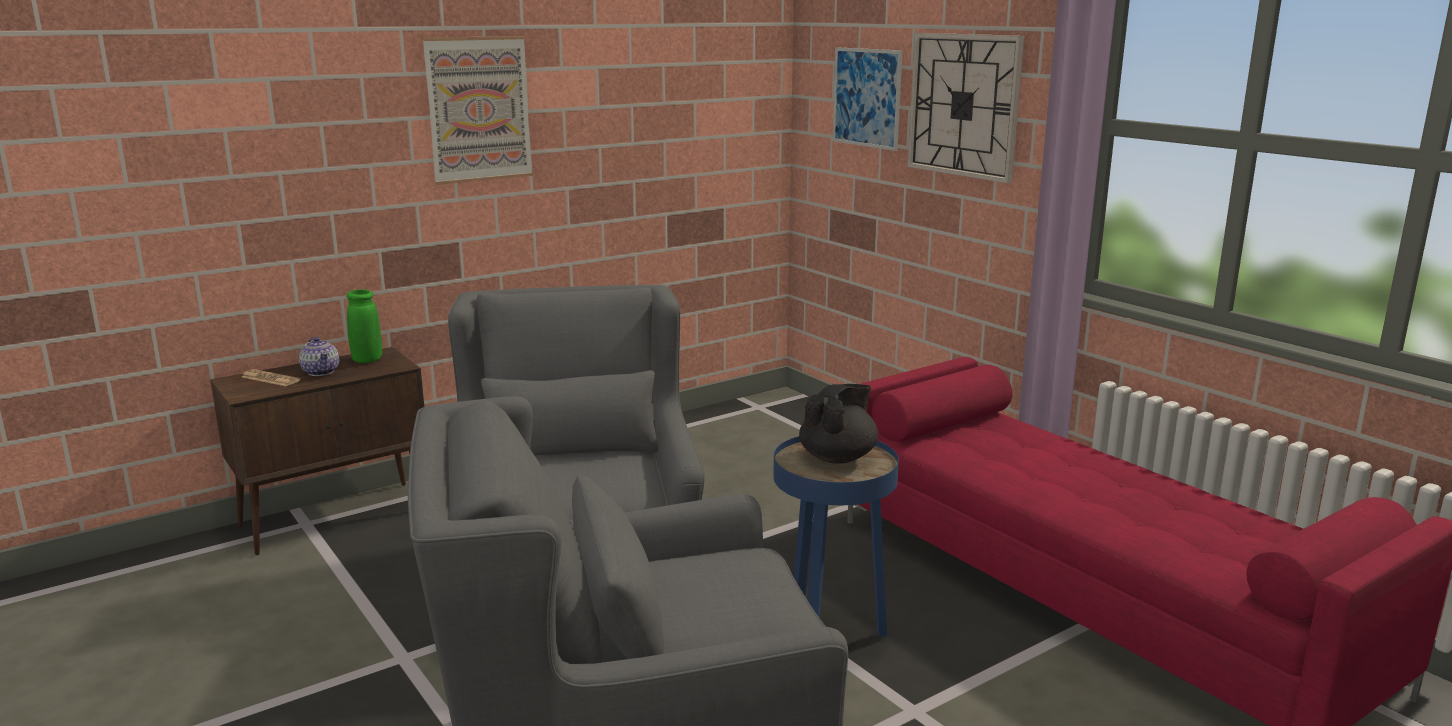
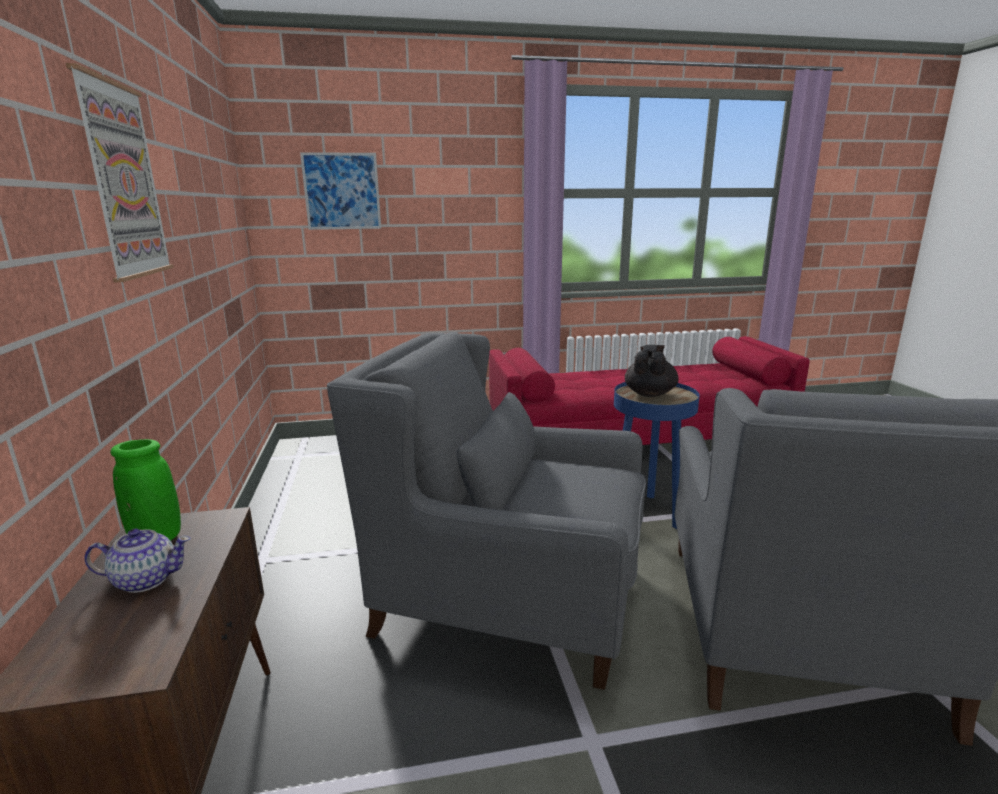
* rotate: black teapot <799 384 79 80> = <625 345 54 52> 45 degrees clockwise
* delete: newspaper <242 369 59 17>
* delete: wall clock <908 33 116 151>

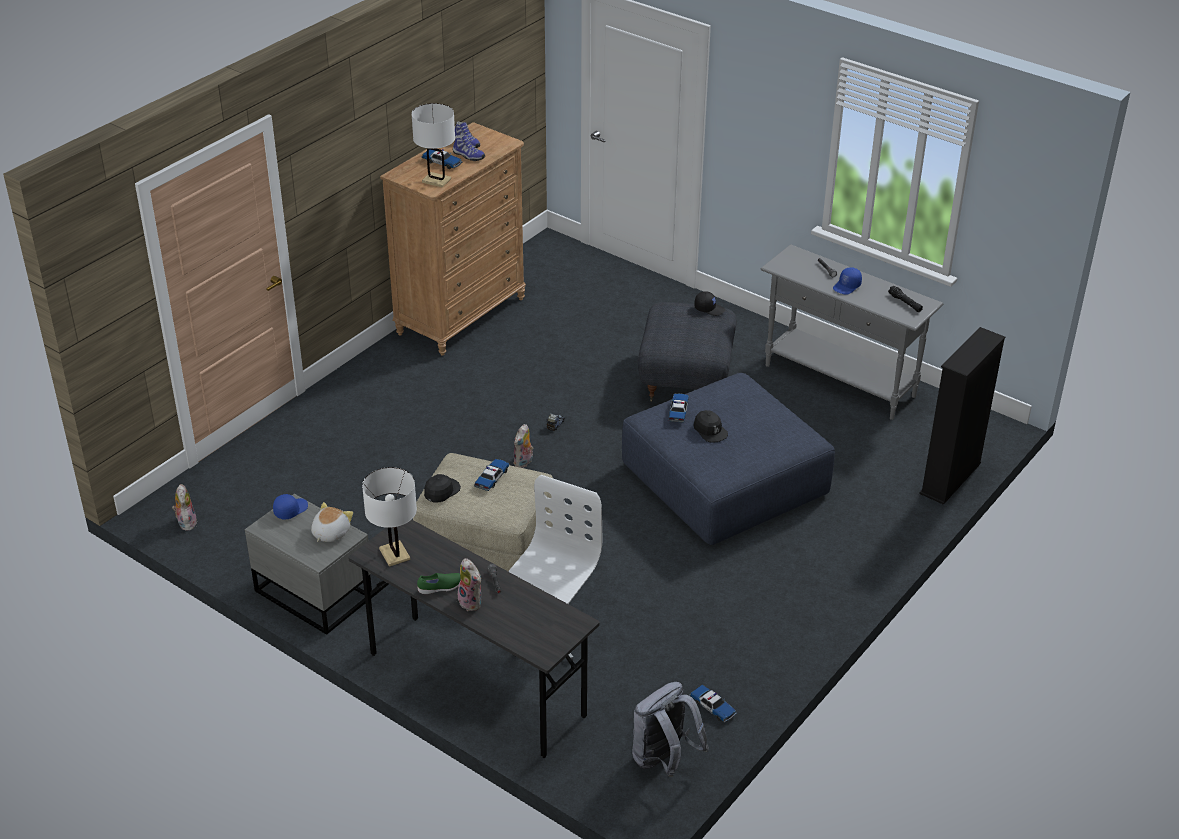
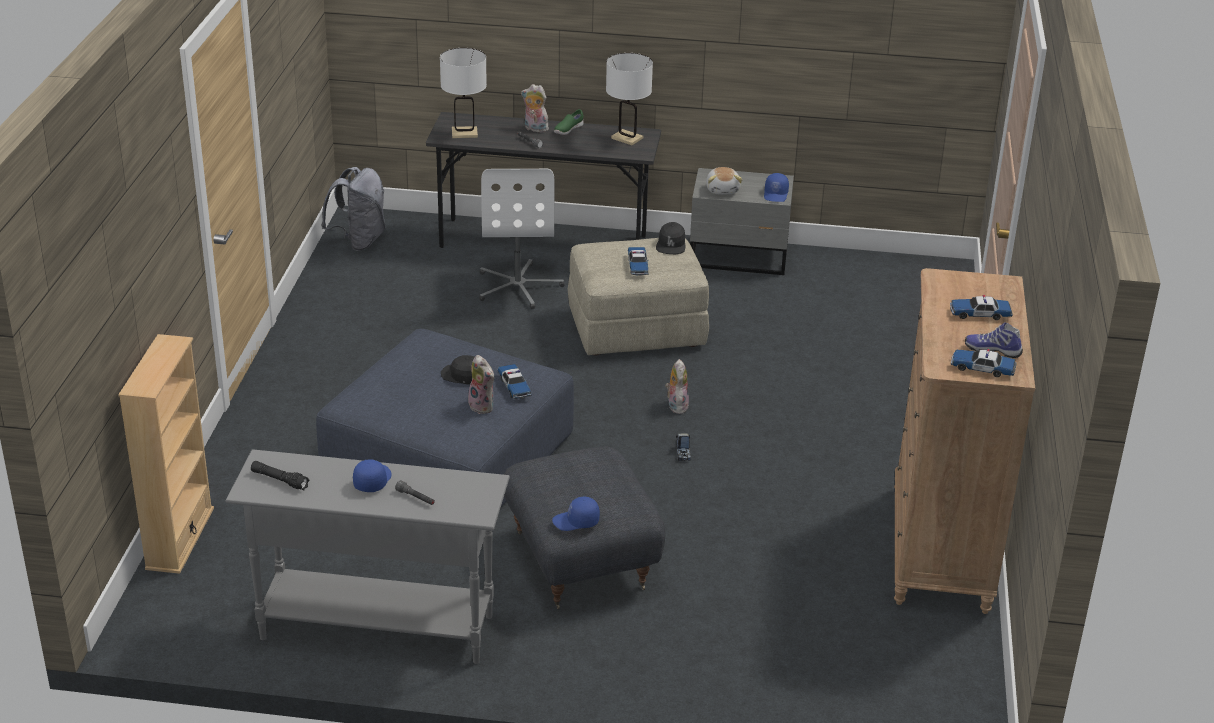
* recolor: black bookcase <919 327 86 178> to beige bookcase <118 334 96 240>
* move: white table lamp <412 103 43 85> to <440 48 47 90>
* move: plush toy <172 484 25 47> to <468 355 27 59>
* recolor: black cap <695 291 30 25> to blue cap <552 497 48 34>
* move: toy car <689 685 48 38> to <951 349 66 28>
* delete: shoe <453 135 32 26>

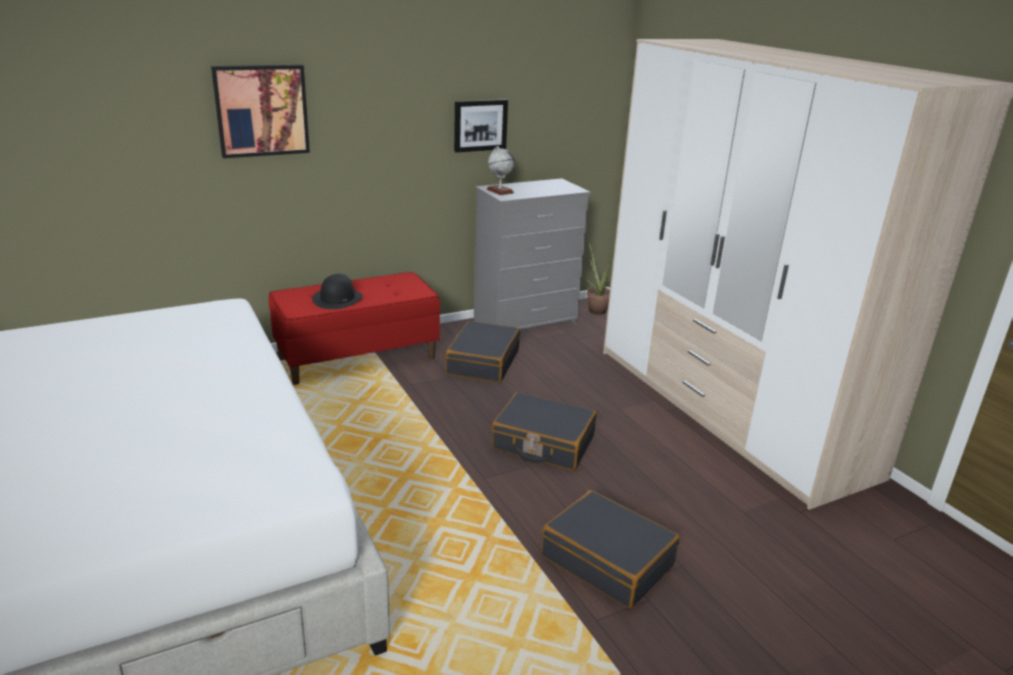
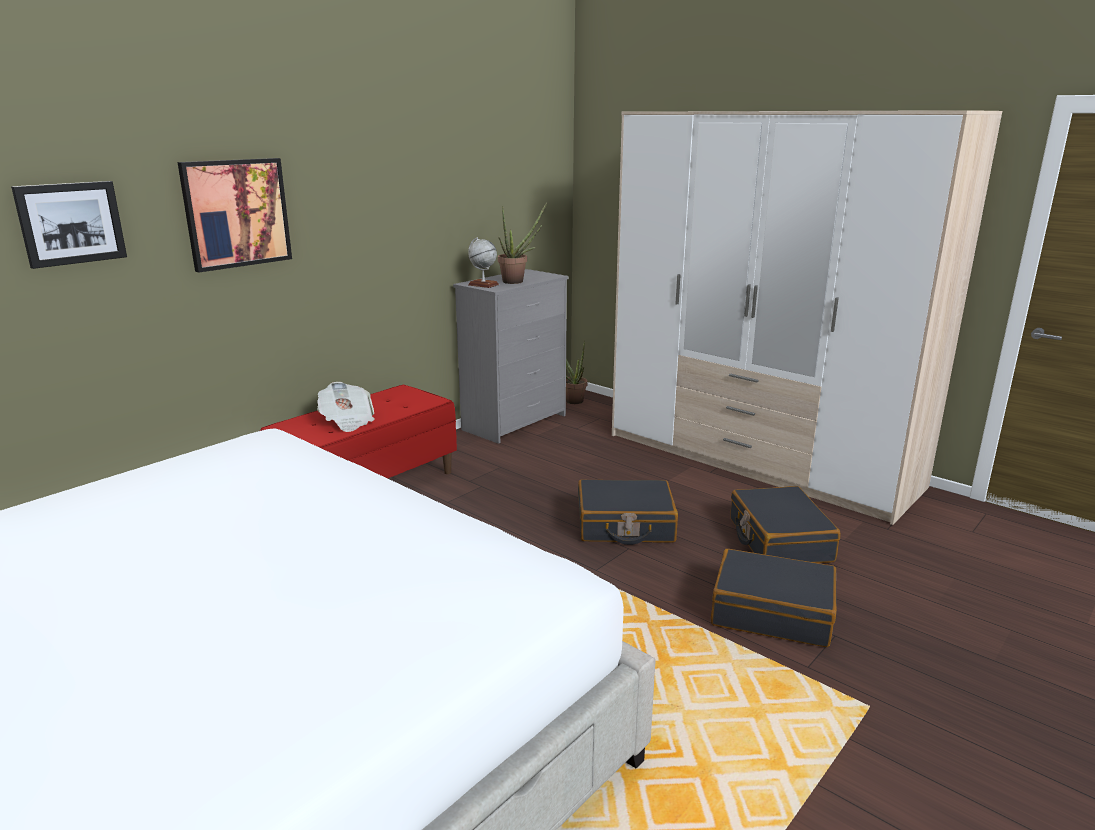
* move: picture <454 99 54 54> to <11 181 116 88>
* replace: black hat <312 274 51 35> to newspaper <317 382 58 50>
* insert: potted plant <498 203 49 81>
* move: black suitcase <445 321 75 62> to <730 486 110 77>

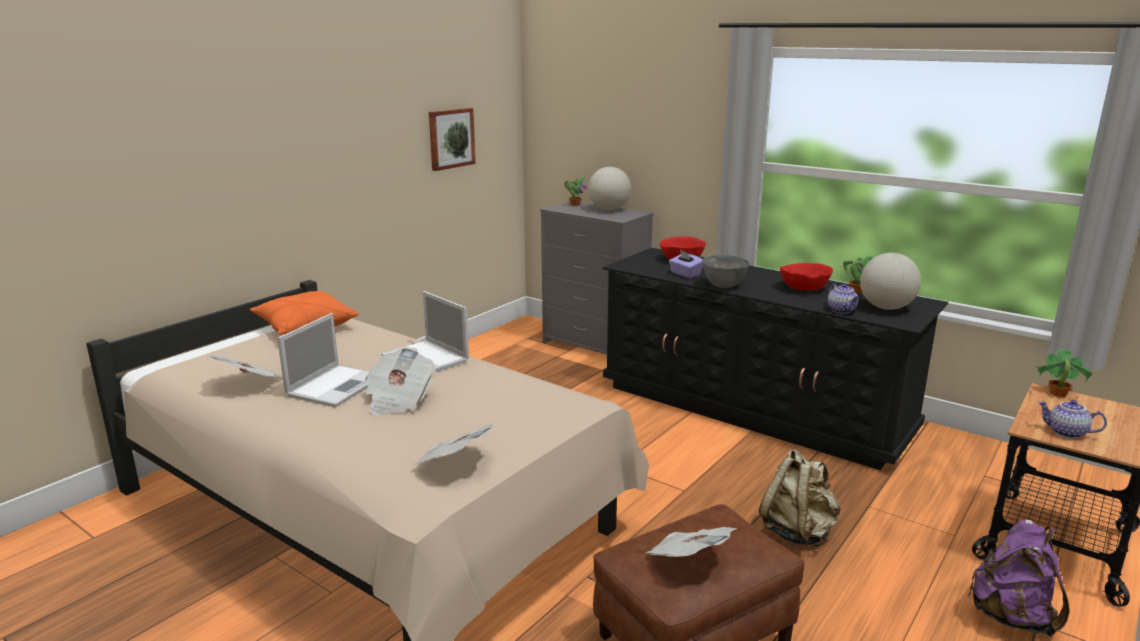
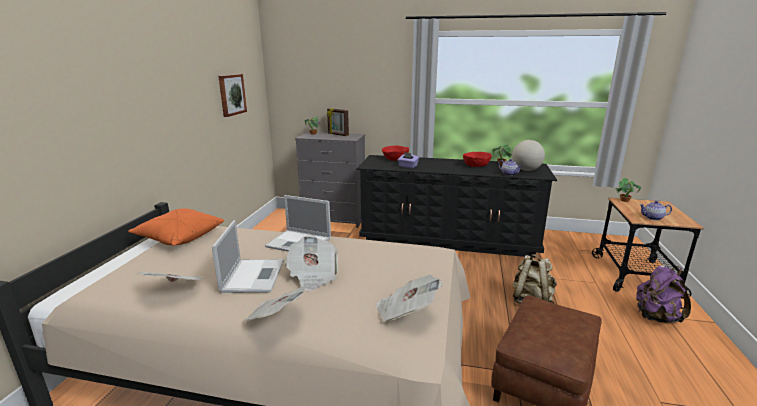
* move: newspaper <646 527 91 30> to <243 286 64 35>
* replace: globe <588 167 43 43> to picture frame <327 108 22 28>
* delete: grey bowl <702 255 48 33>

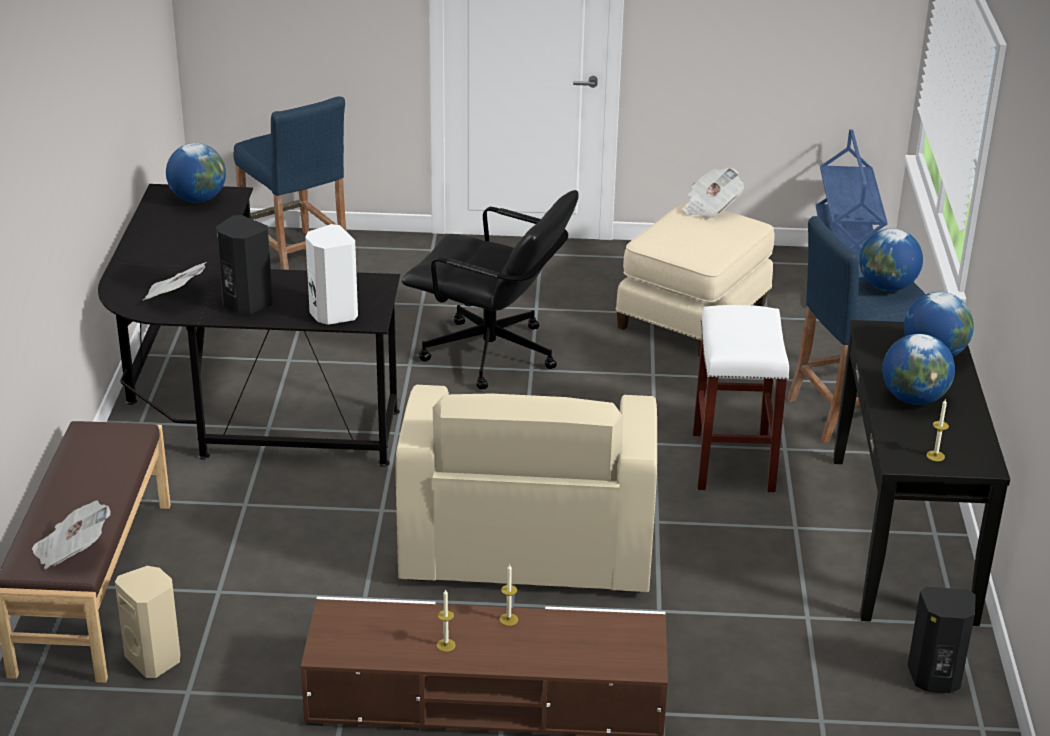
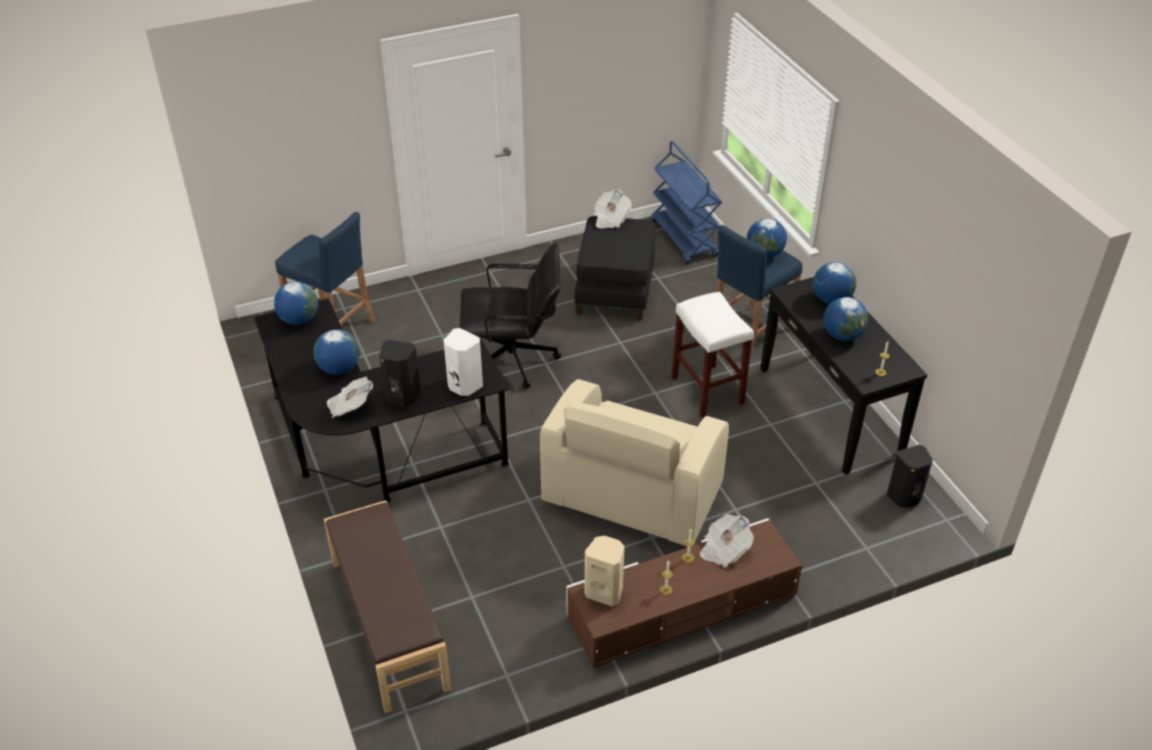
* insert: globe <313 329 47 46>
* rotate: beige armchair <396 385 261 207> = <540 379 189 168> 45 degrees clockwise
* recolor: beige ottoman <616 201 159 155> to black ottoman <574 216 82 104>
* move: beige speaker <115 566 65 112> to <585 536 40 71>
* move: newspaper <32 500 79 69> to <700 514 54 53>

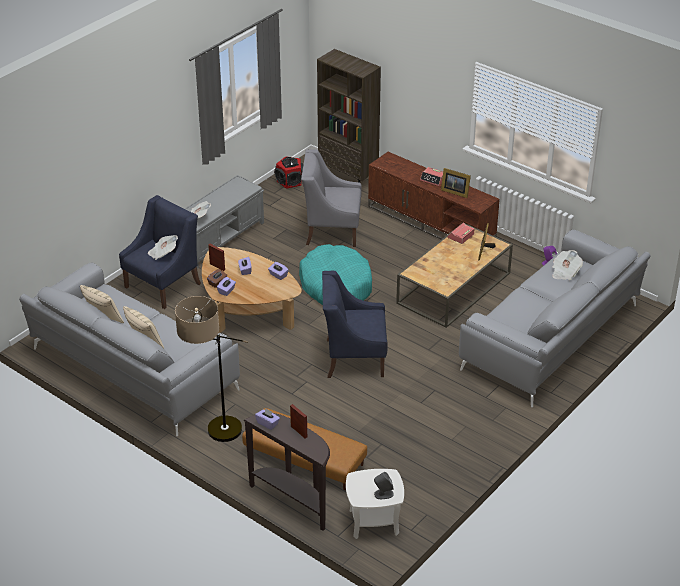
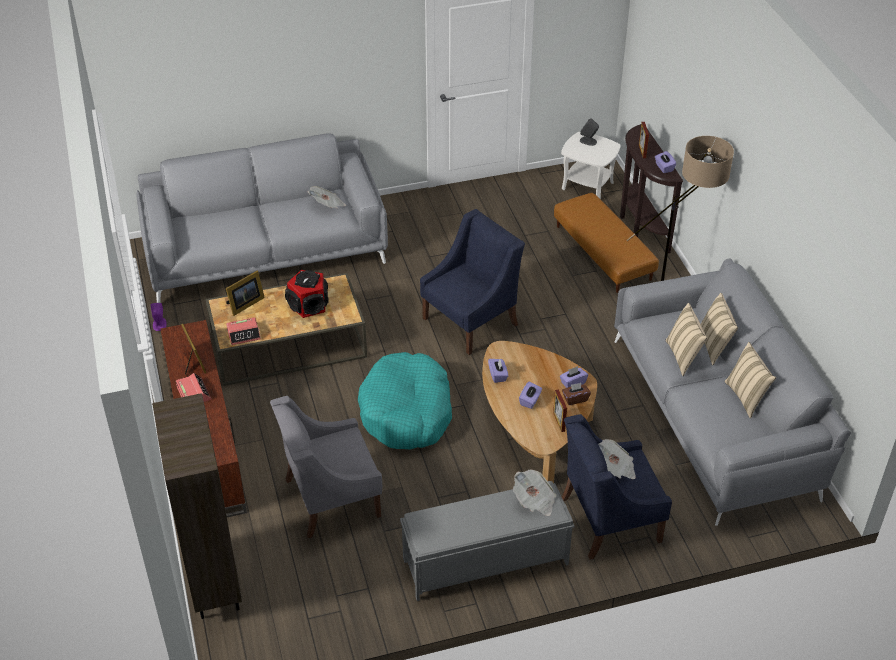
* rotate: grey armchair <301 149 61 98> = <270 396 112 143> 120 degrees clockwise
* move: speaker <274 156 29 33> to <285 270 44 48>
* move: newspaper <552 250 31 30> to <307 186 39 22>
* rotate: blue armchair <322 271 66 107> = <420 209 105 146> 75 degrees counterclockwise
* insert: beige pillow <666 303 42 73>

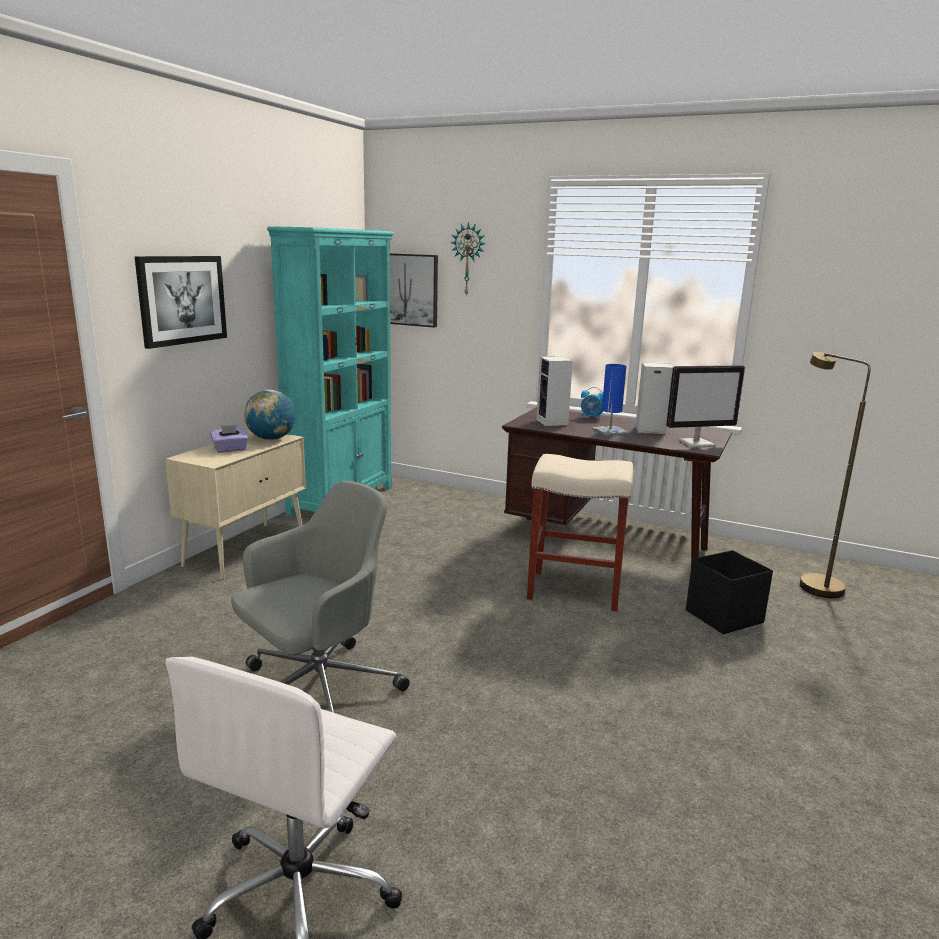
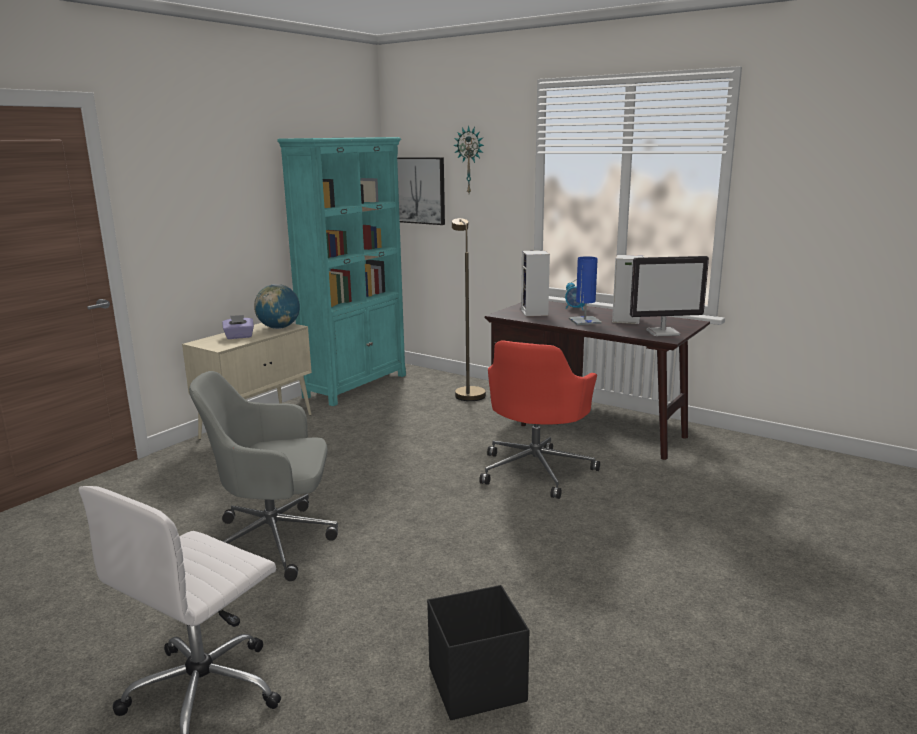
* rotate: grey office chair <231 481 179 232> = <189 371 149 210> 150 degrees counterclockwise
* move: black storage box <686 550 87 84> to <427 585 102 135>
* move: brown floor lamp <800 352 71 246> to <452 218 34 183>
* replace: beige stool <527 454 106 158> to red office chair <479 340 121 159>
* delete: picture <134 256 93 93>

